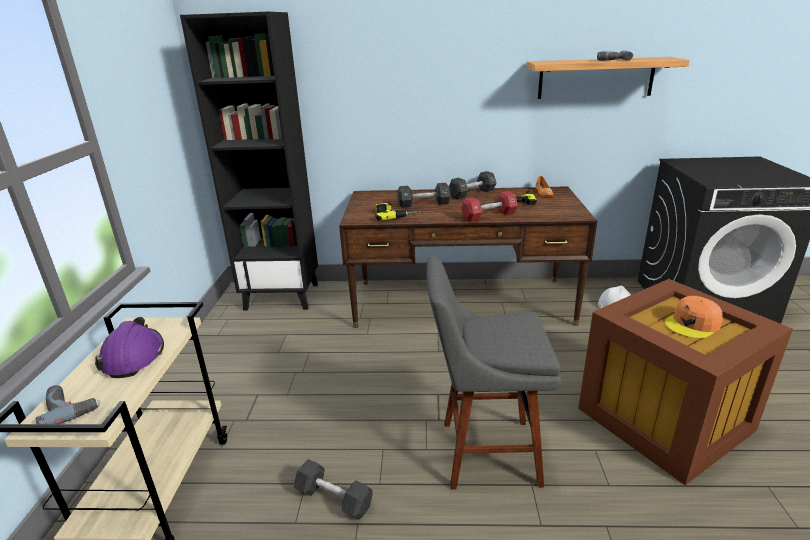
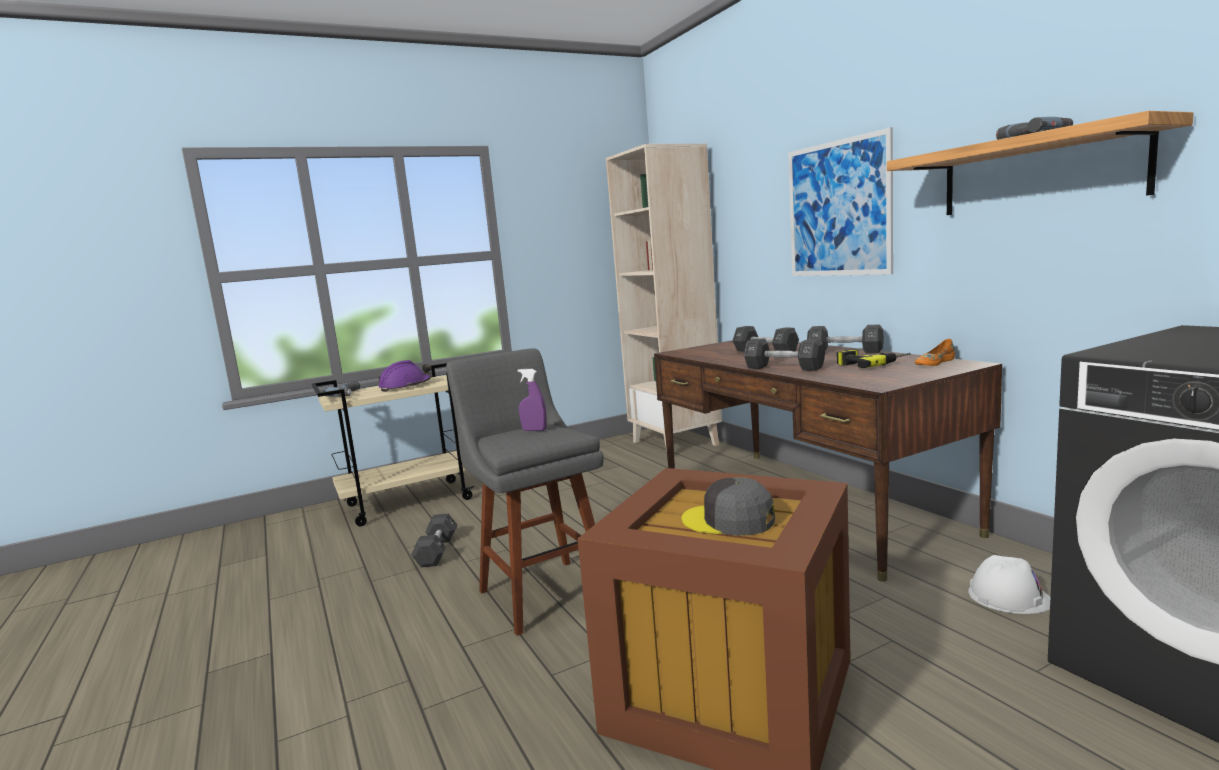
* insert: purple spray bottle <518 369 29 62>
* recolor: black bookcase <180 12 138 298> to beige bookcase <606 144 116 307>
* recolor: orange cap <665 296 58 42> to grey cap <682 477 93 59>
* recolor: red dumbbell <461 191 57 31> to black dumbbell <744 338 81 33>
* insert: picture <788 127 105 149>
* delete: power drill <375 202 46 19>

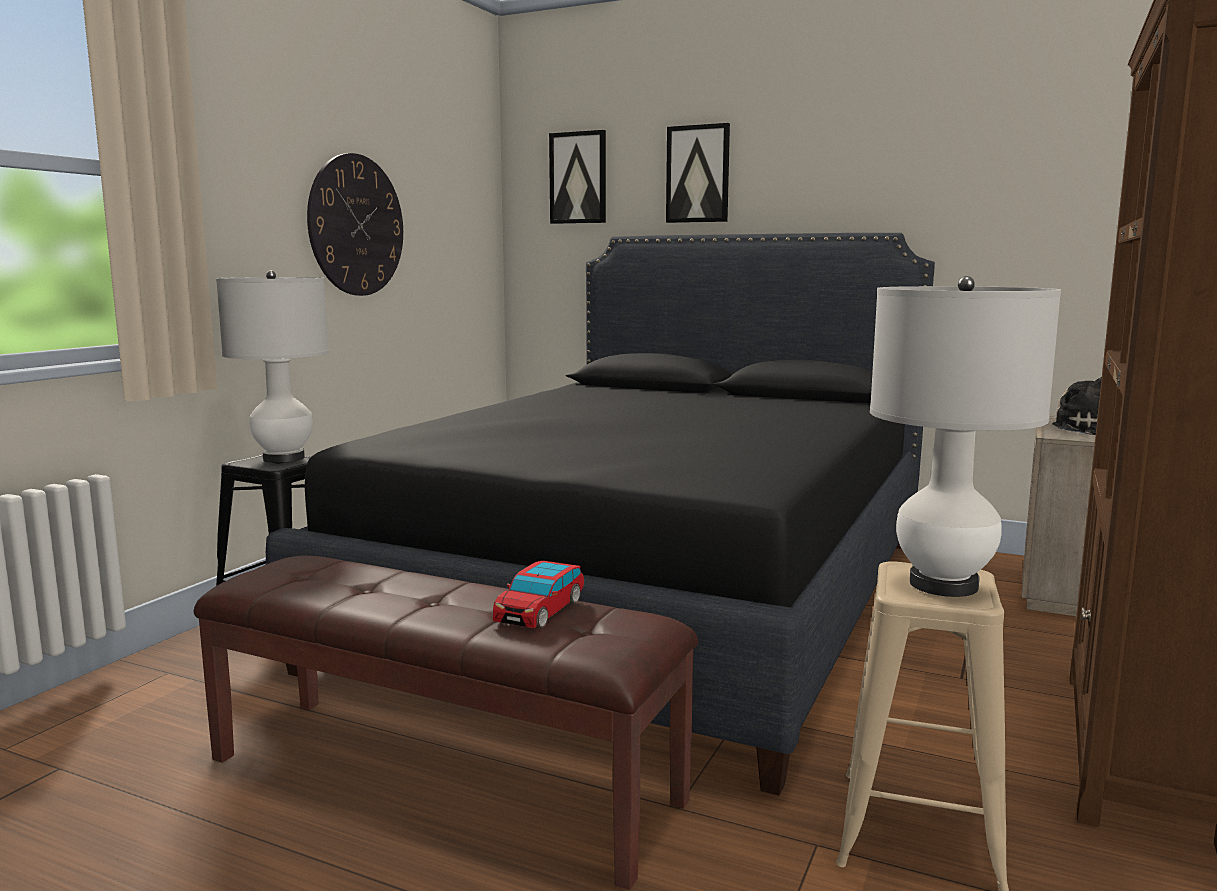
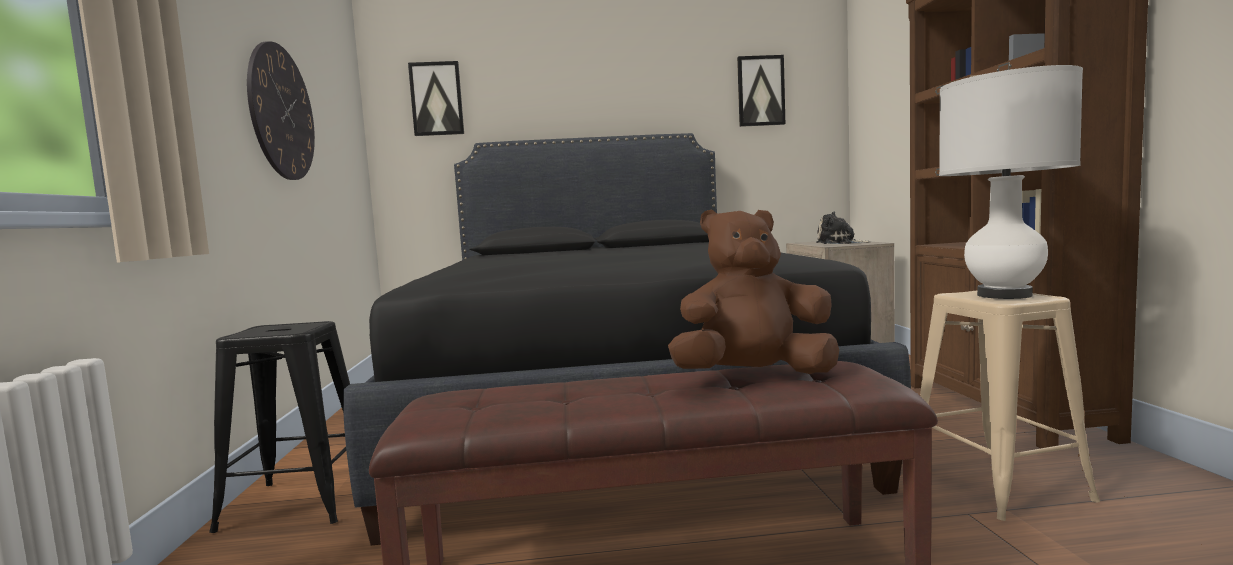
* replace: toy car <493 561 91 67> to brown plush toy <668 209 171 165>
* move: picture <666 123 64 100> to <737 55 48 72>
* delete: white table lamp <216 270 113 193>

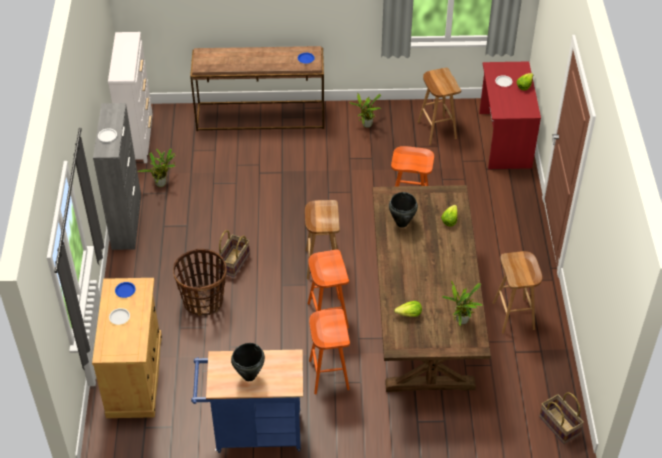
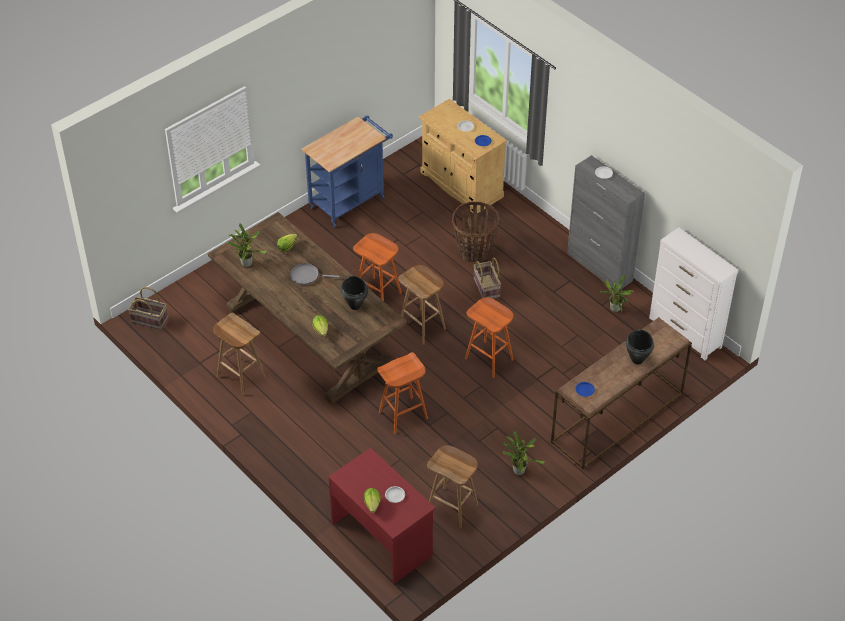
* insert: grey frying pan <290 263 50 22>
* move: orange stool <309 309 41 85> to <465 297 48 81>
* move: black cooking pot <231 343 34 38> to <626 329 28 36>

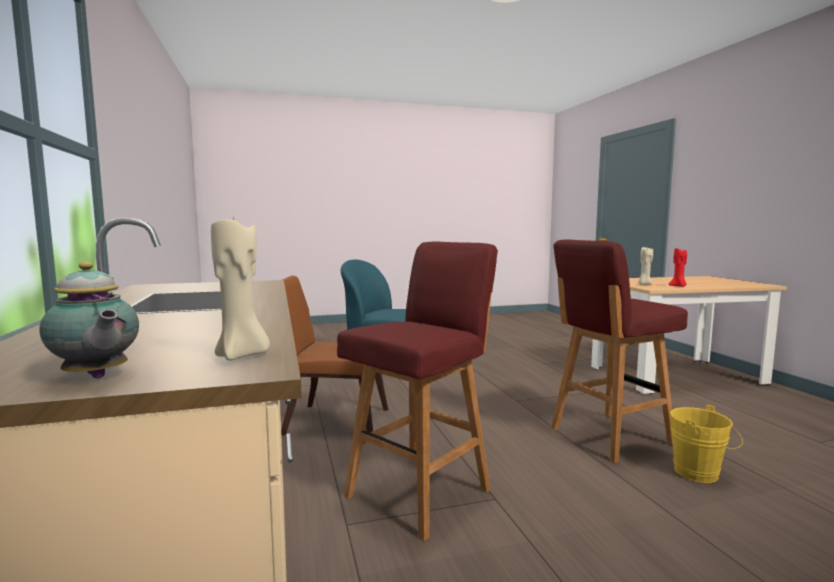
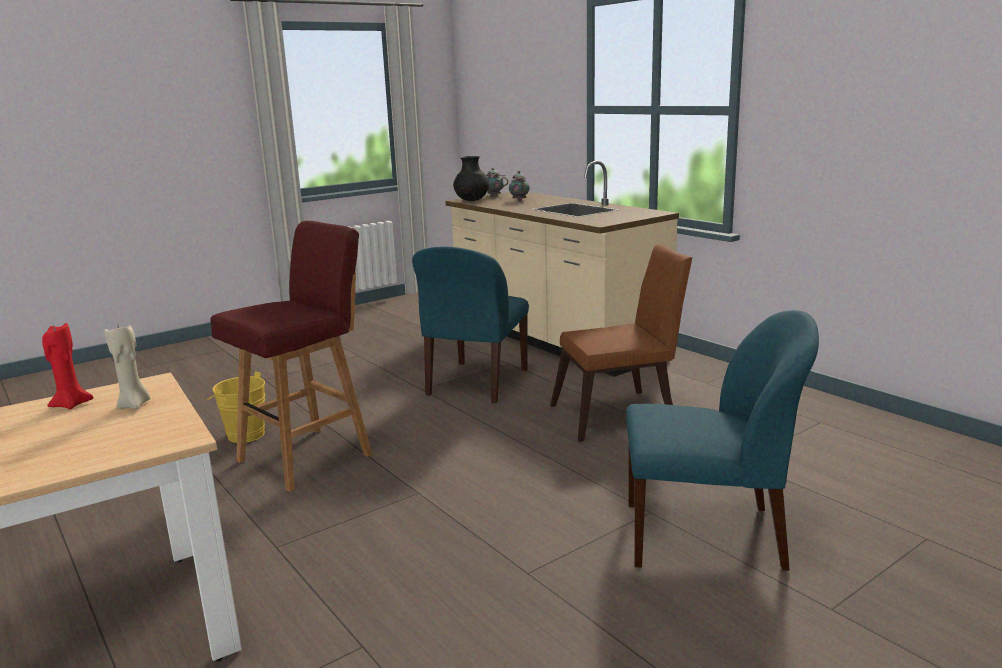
* replace: red stool <337 242 161 299> to blue chair <412 247 117 156>
* replace: beige candle <211 218 59 143> to black vase <453 156 36 45>
* insert: teapot <509 171 21 30>

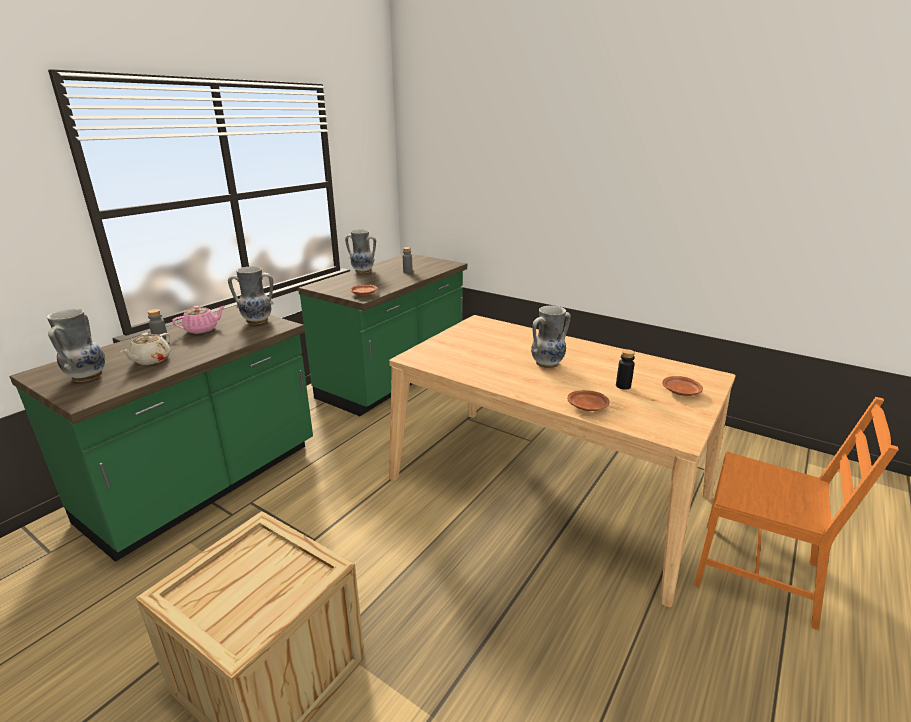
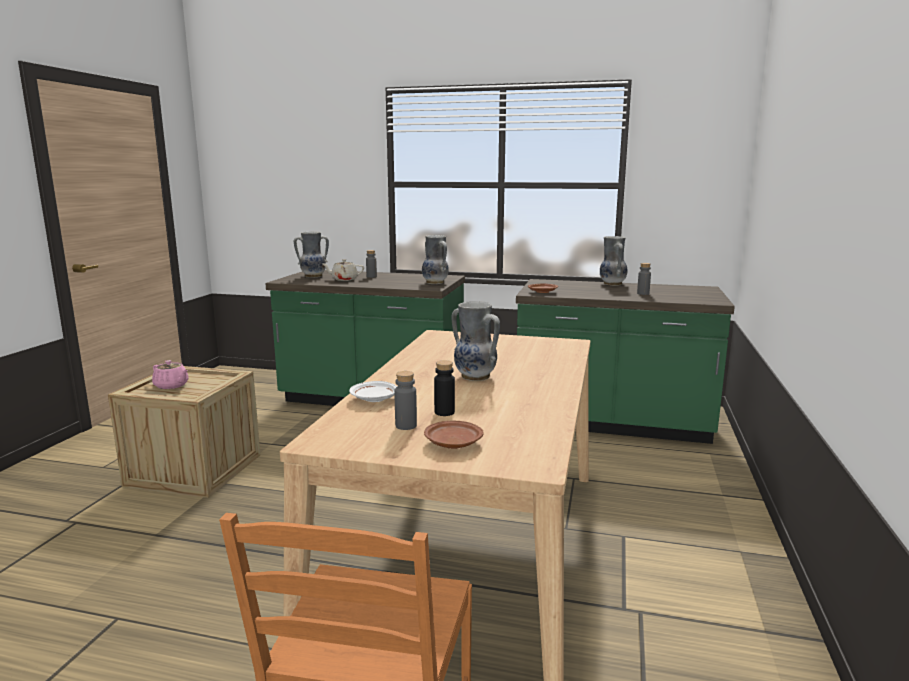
* move: pink teapot <172 306 53 28> to <152 360 37 29>
* recolor: brown plate <567 390 43 21> to white plate <349 381 48 21>
* insert: grey bottle <394 371 23 59>

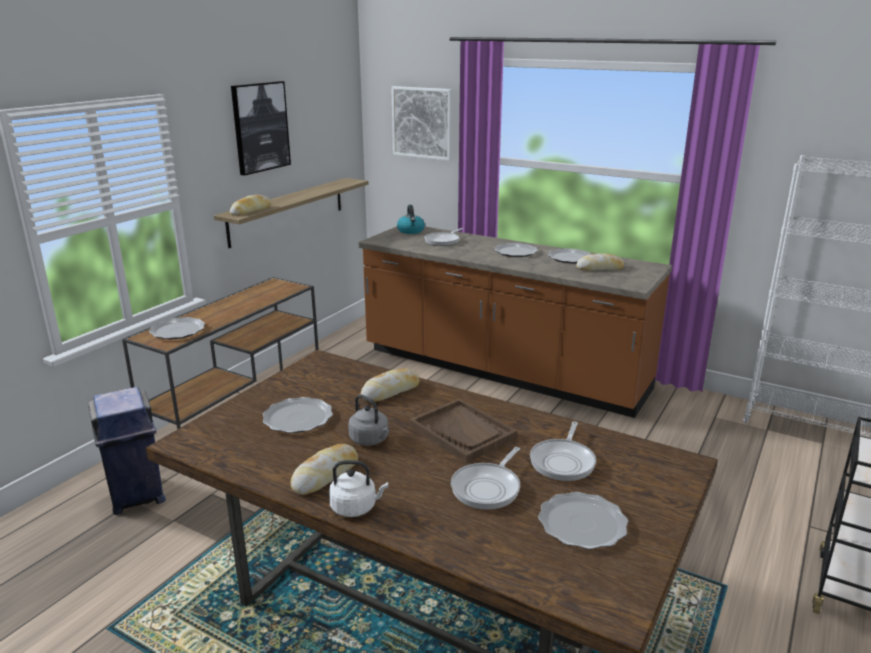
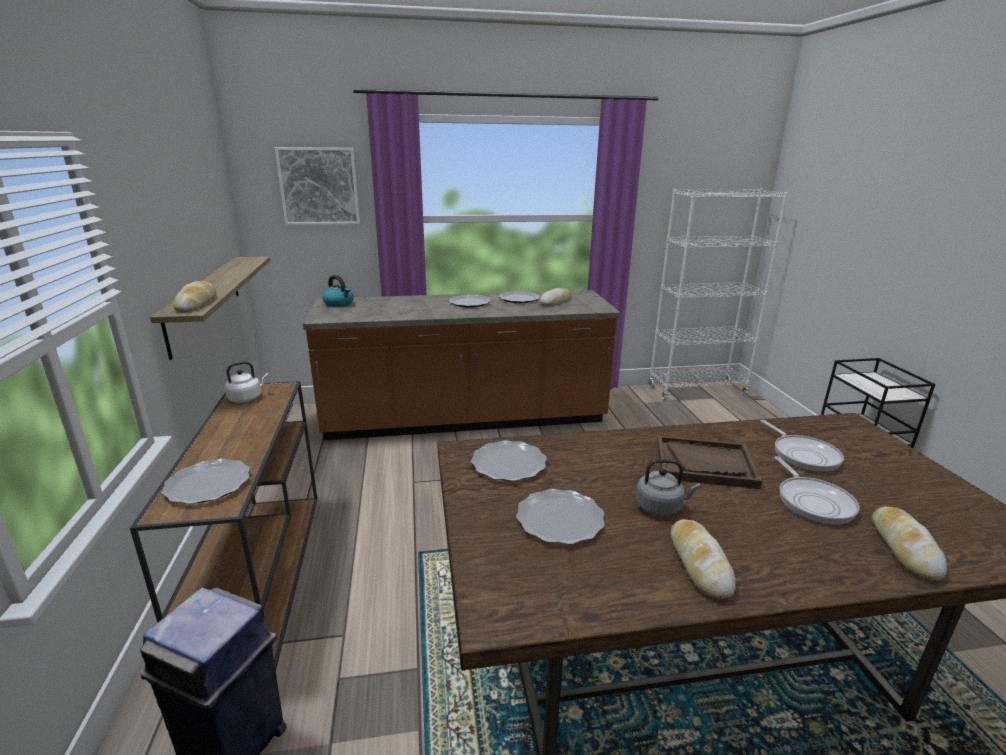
* move: white kettle <329 460 59 57> to <224 361 45 42>
* move: plate <538 492 90 57> to <471 440 76 41>
* move: bread <361 368 59 34> to <872 507 75 73>
* delete: picture <231 81 60 95>
* delete: frying pan <424 228 39 18>

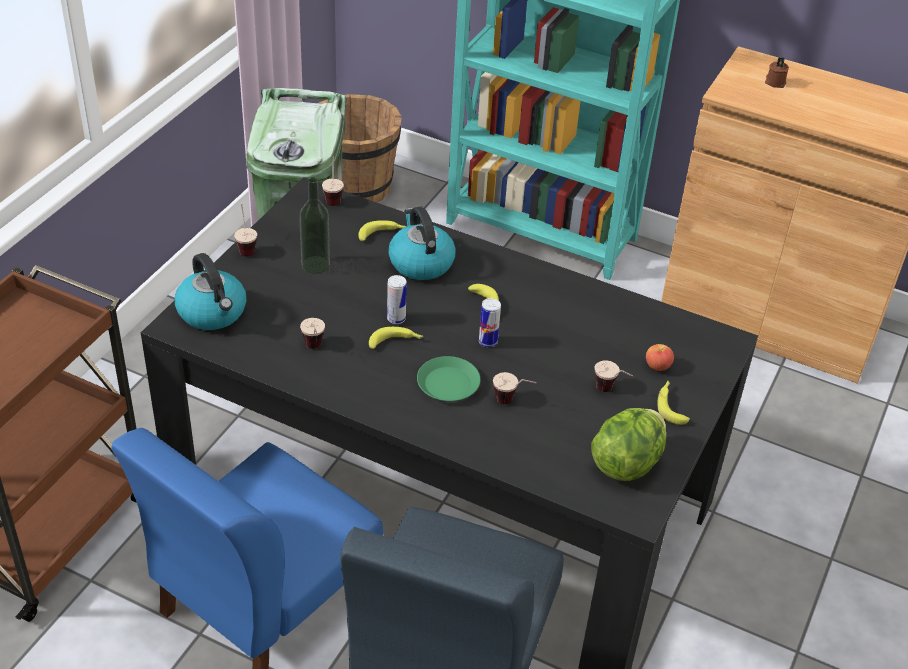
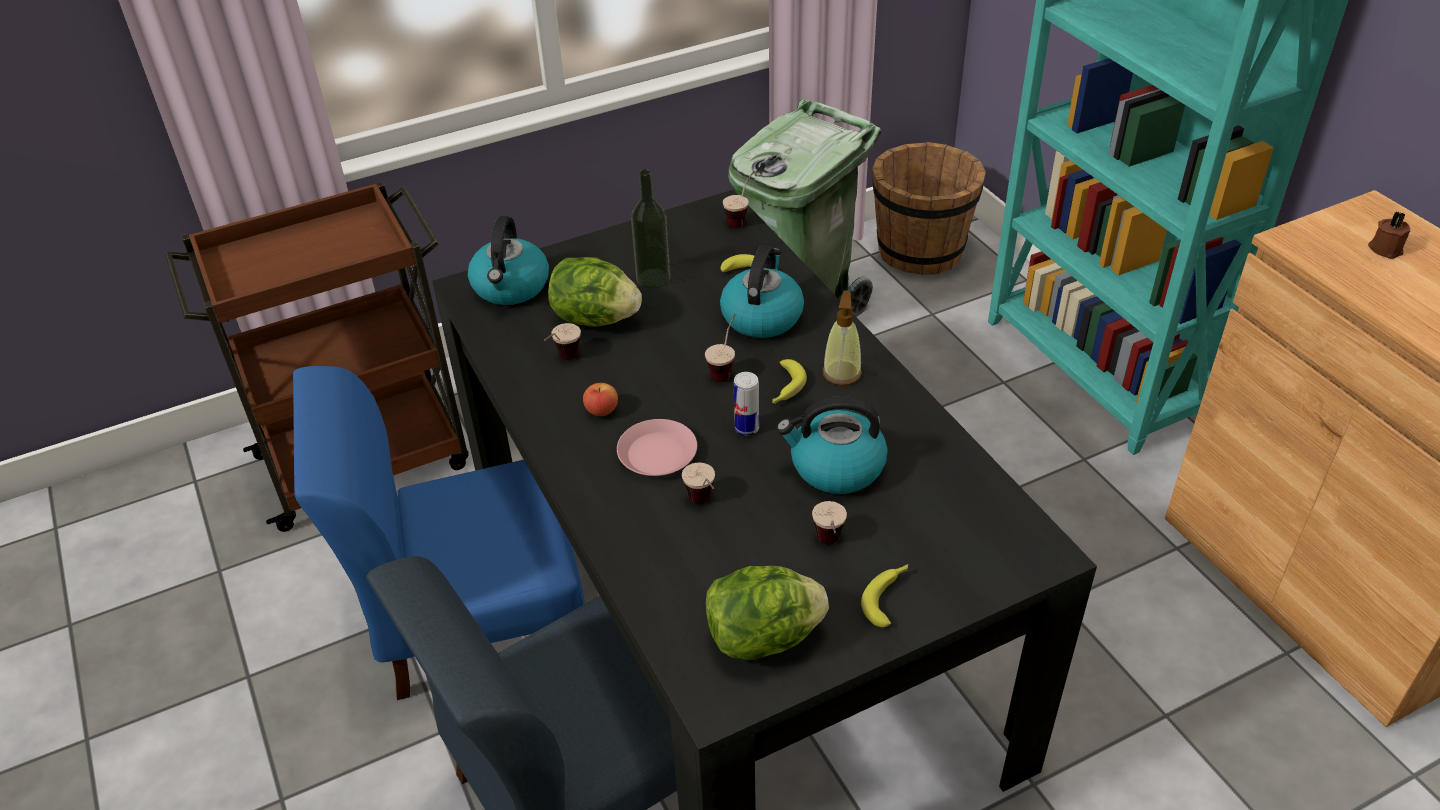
* insert: lettuce <548 257 94 69>
* move: apple <646 344 28 27> to <583 383 35 33>
* recolor: green plate <417 356 63 45> to pink plate <617 419 80 57>
* move: cup <234 204 23 53> to <705 314 30 68>
* insert: kettle <777 396 111 98>
* insert: soap dispenser <822 291 40 95>
* delete: banana <369 327 54 22>
* delete: can <387 275 20 49>

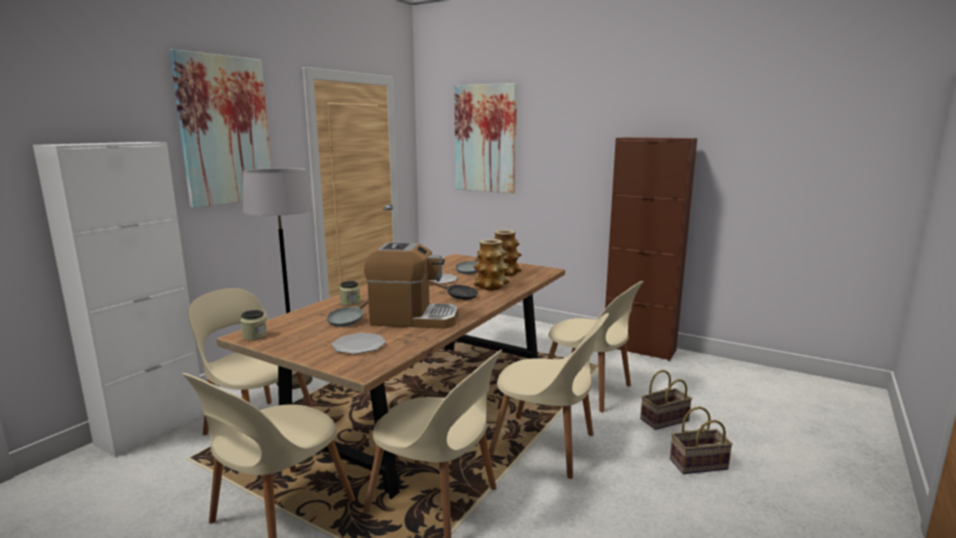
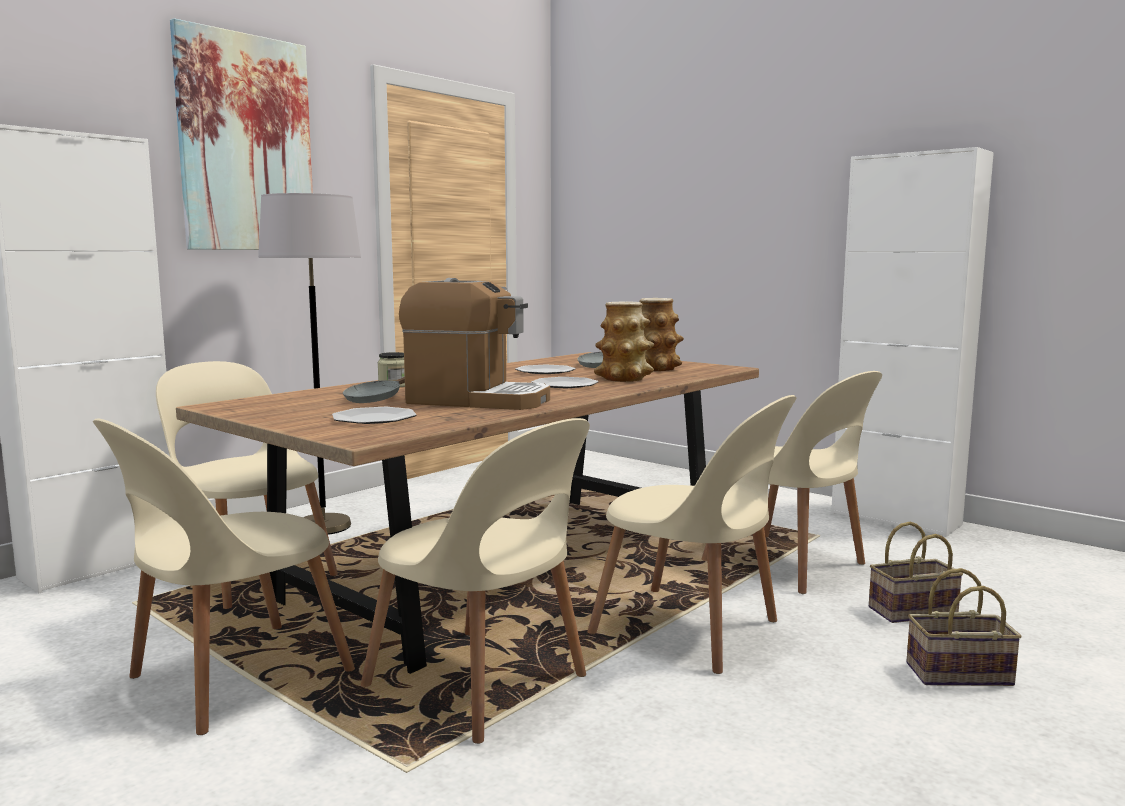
* replace: black frying pan <429 280 49 20> to plate <531 377 68 11>
* recolor: brown cabinet <605 137 92 224> to white cabinet <831 147 163 390>
* delete: jar <241 310 26 30>
* delete: picture <454 83 63 110>

